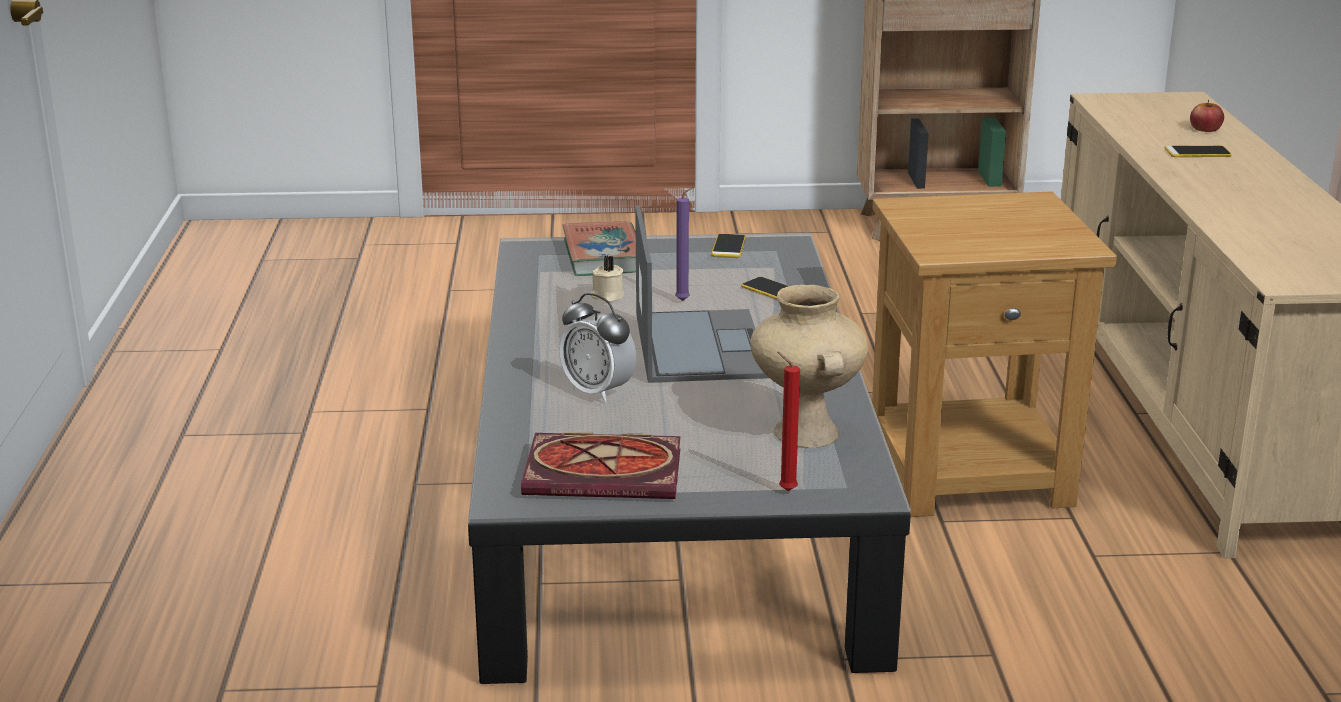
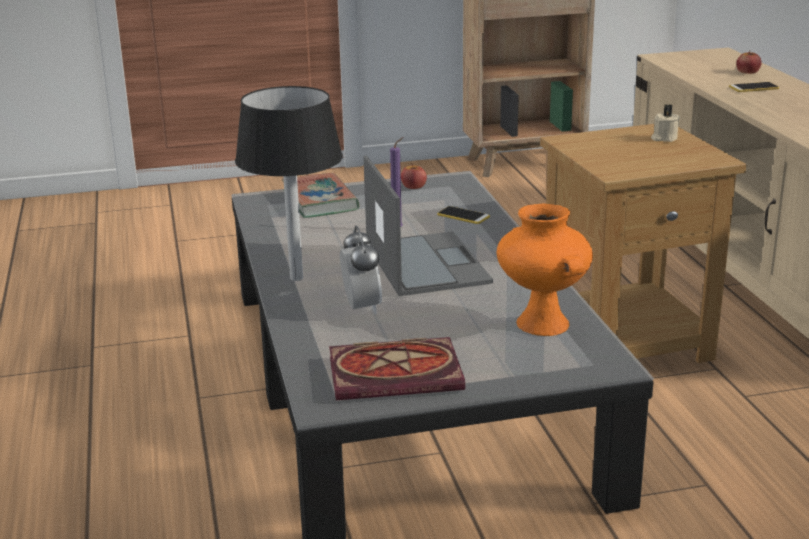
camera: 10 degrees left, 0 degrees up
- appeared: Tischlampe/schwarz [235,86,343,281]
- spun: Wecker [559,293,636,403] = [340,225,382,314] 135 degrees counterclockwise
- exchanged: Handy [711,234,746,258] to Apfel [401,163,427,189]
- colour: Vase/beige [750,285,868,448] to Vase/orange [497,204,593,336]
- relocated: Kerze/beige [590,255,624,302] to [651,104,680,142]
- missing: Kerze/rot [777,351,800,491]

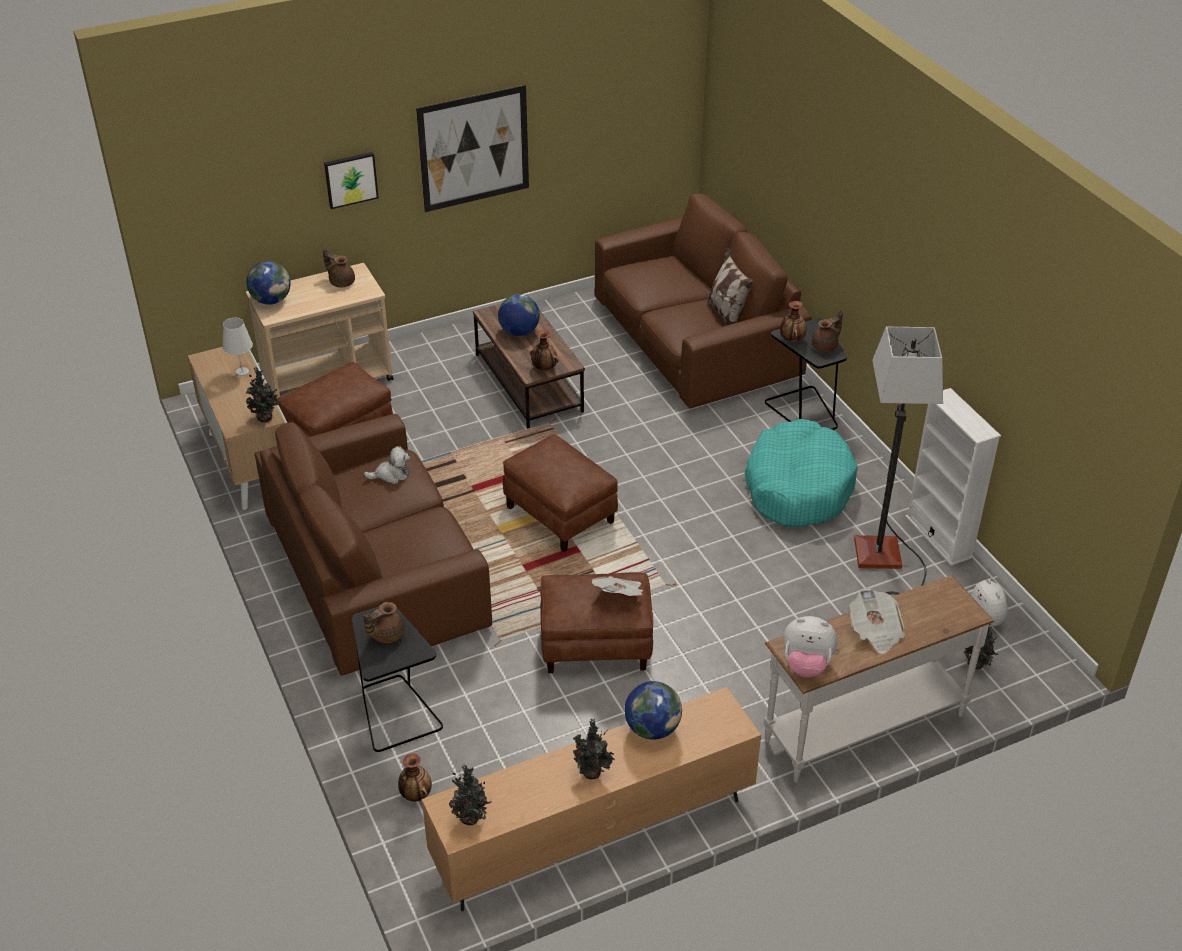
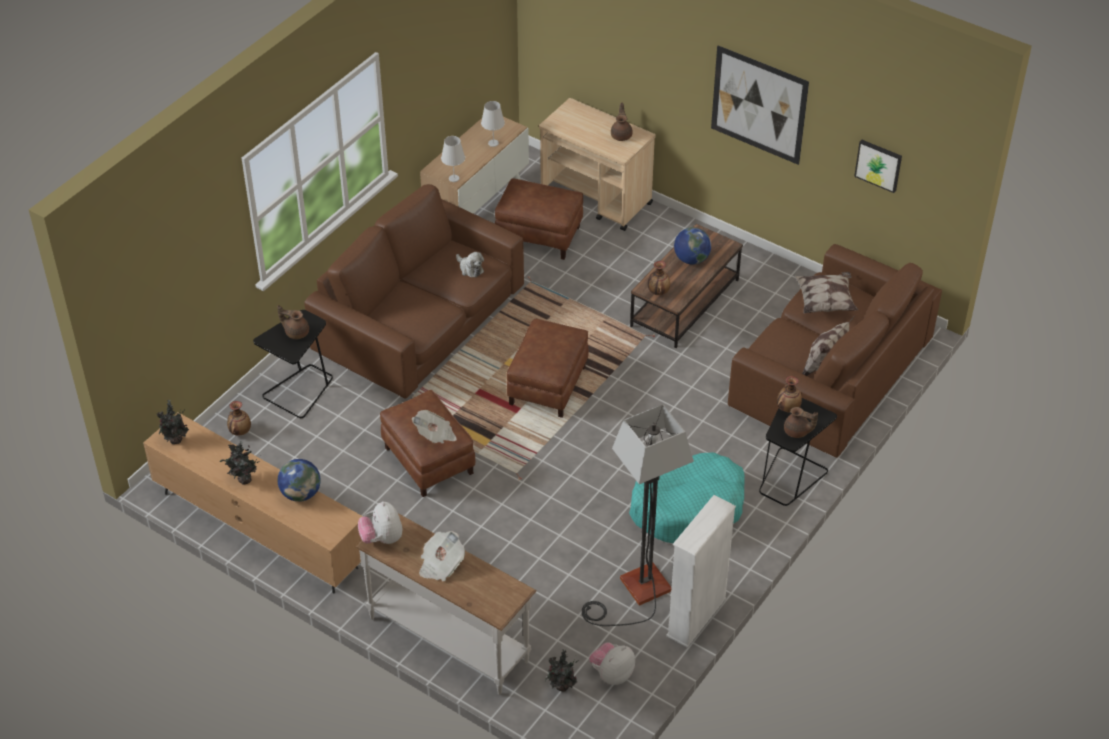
camera: 60 degrees right, 5 degrees up
- exchanged: Topfpflanze [246,367,279,422] to Tischlampe/weiß [441,136,465,182]
- appeared: Kissen [795,272,858,314]
- relocated: Bild [324,152,379,209] to [854,140,902,193]
- missing: Globus [246,261,290,305]

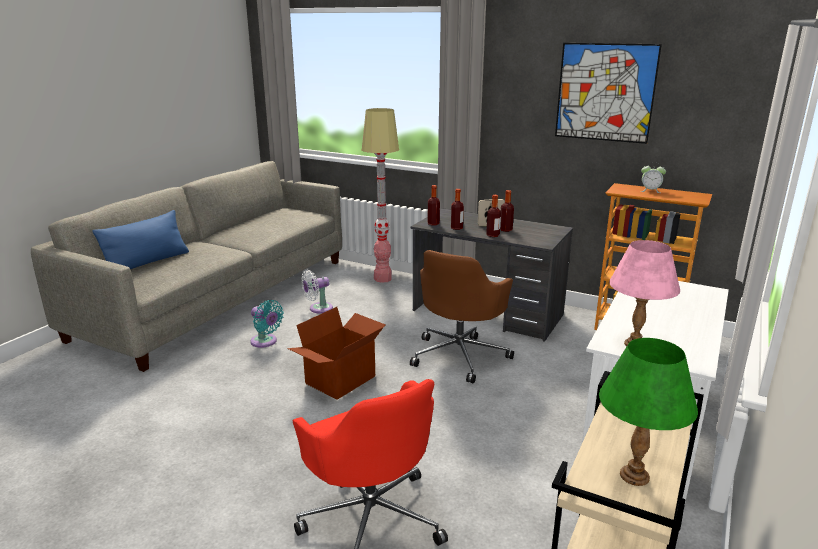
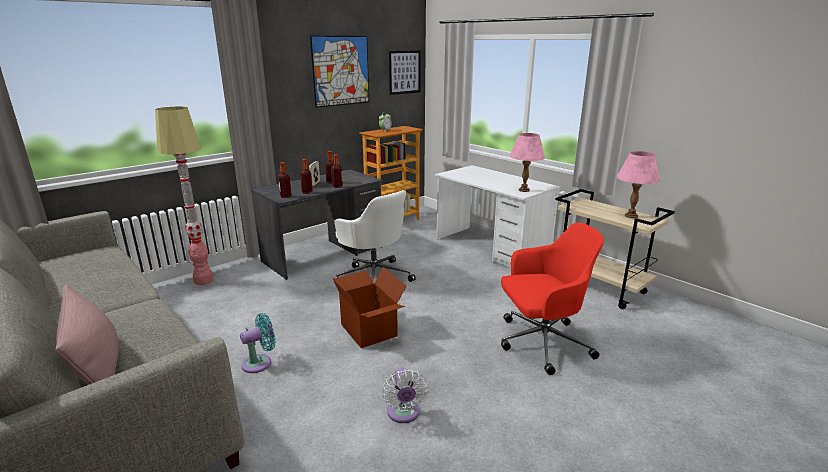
camera: 70 degrees left, 0 degrees up
- colour: Kissen/blau [92,210,189,269] to Kissen/rosa [55,285,118,385]
- colour: Bürostuhl/braun [410,250,514,383] to Bürostuhl/weiß [334,190,416,282]
- relocated: Ventilator/weiß [301,270,333,313] to [382,367,429,423]
- appeared: Bild [389,50,421,95]
- colour: Tischlampe/grün [599,338,698,486] to Tischlampe/rosa [617,151,660,218]

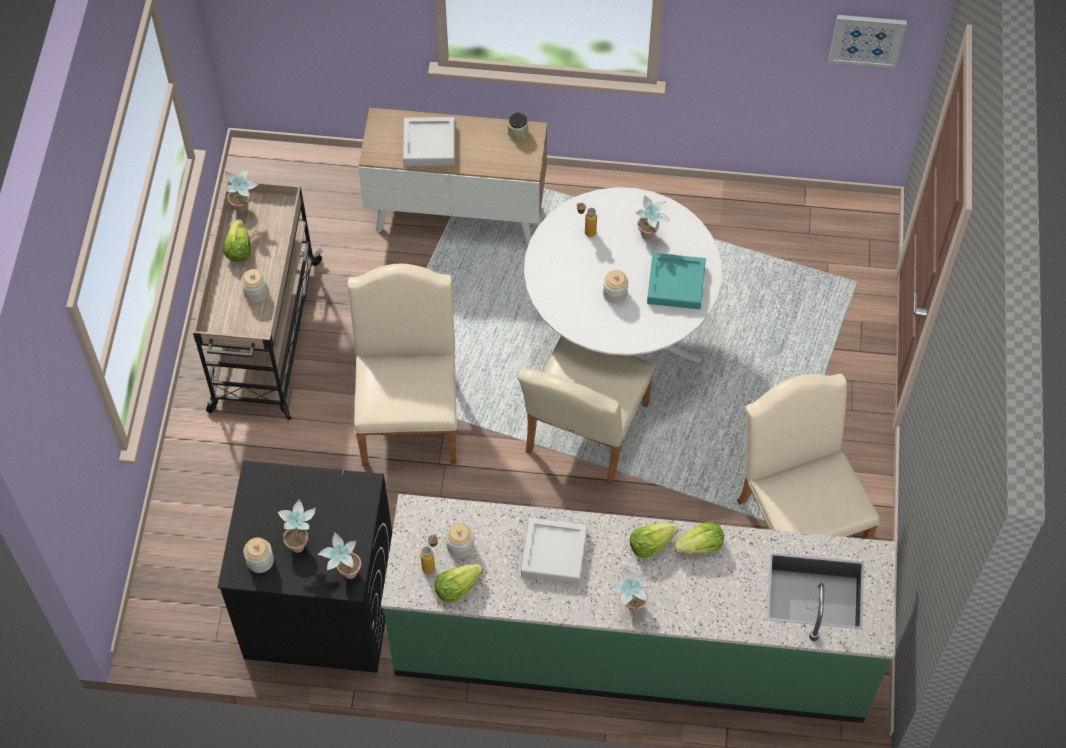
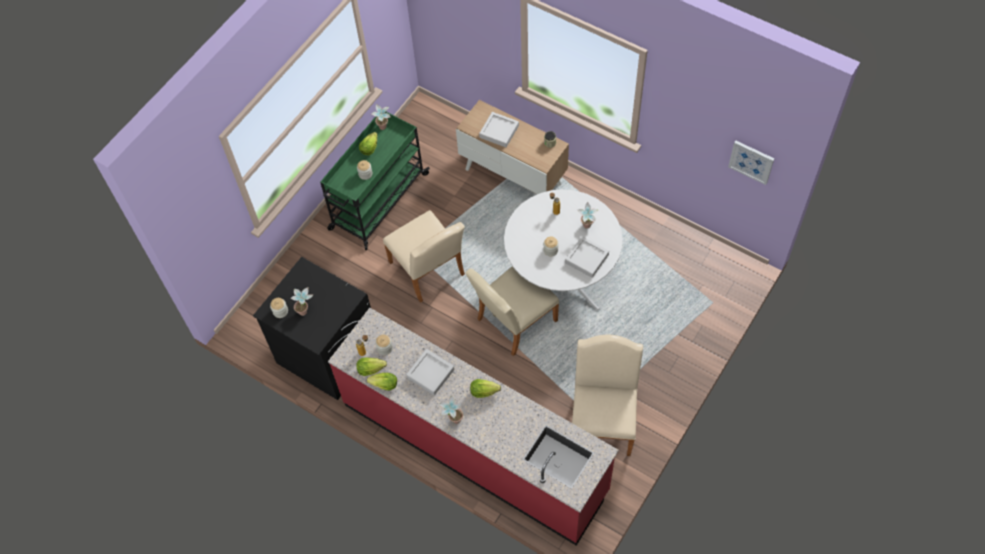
camera: 30 degrees right, 0 degrees up
- colour: Rollwagen/beige [193,180,323,420] to Rollwagen/grün [320,112,430,250]
- colour: Küchenzeile/grün [381,494,896,723] to Küchenzeile/rot [328,308,619,546]
- relocated: Salatkopf [674,522,724,553] to [367,373,397,391]
- spun: Stuhl/beige [348,264,457,466] = [383,210,465,303] 120 degrees clockwise
- colour: Tablett/türkis [647,253,706,309] to Tablett/grau [565,236,609,278]
- missing: Topfpflanze [318,532,361,579]

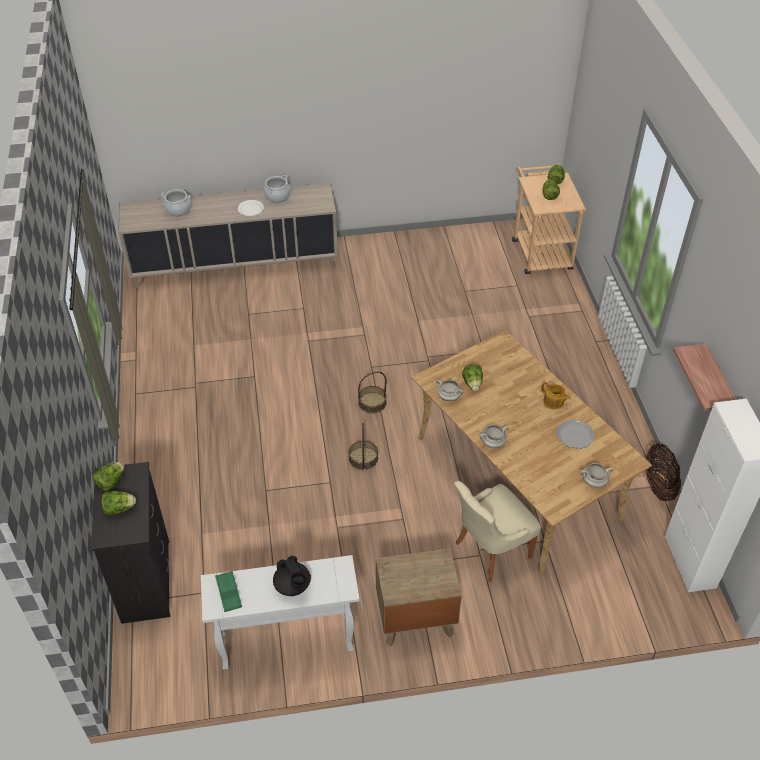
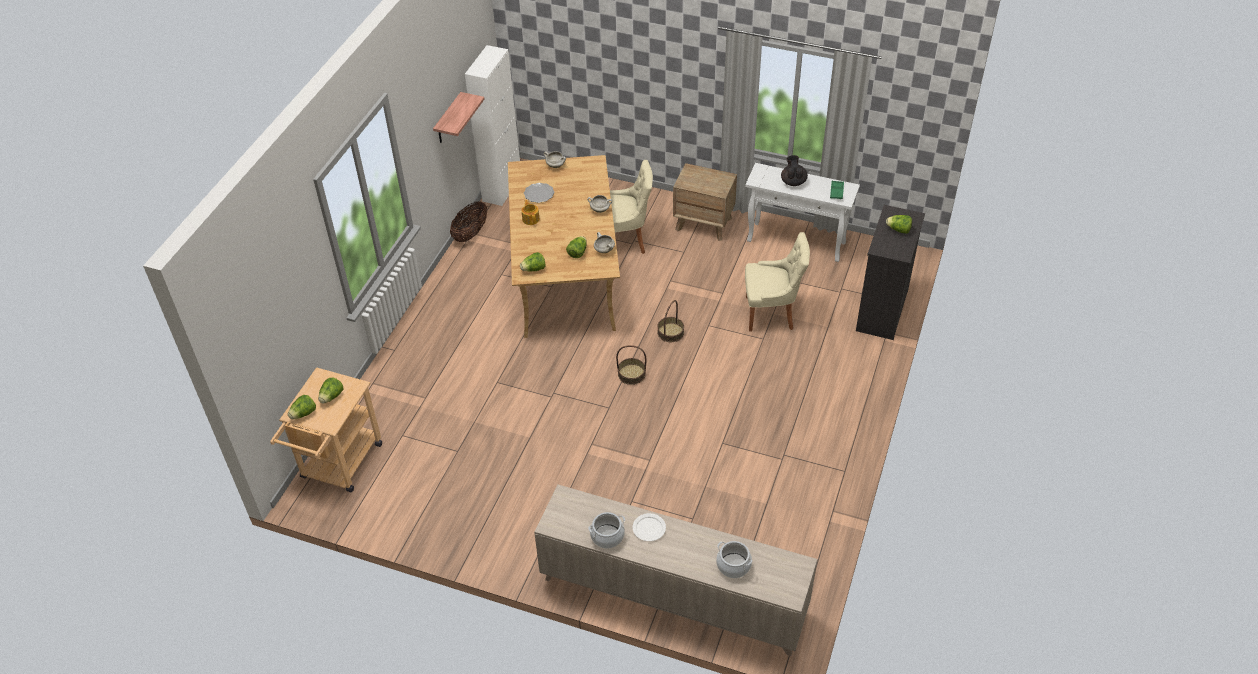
camera: 150 degrees left, 0 degrees up
- relocated: Salatkopf [93,462,125,491] to [520,252,546,272]
- appeared: Stuhl/beige [745,232,810,331]

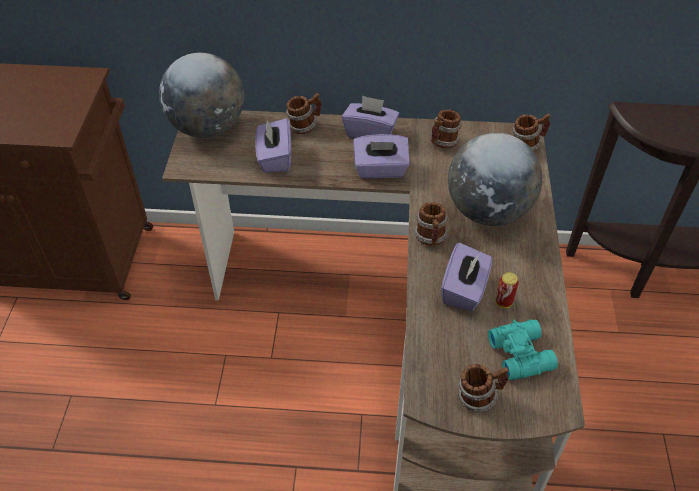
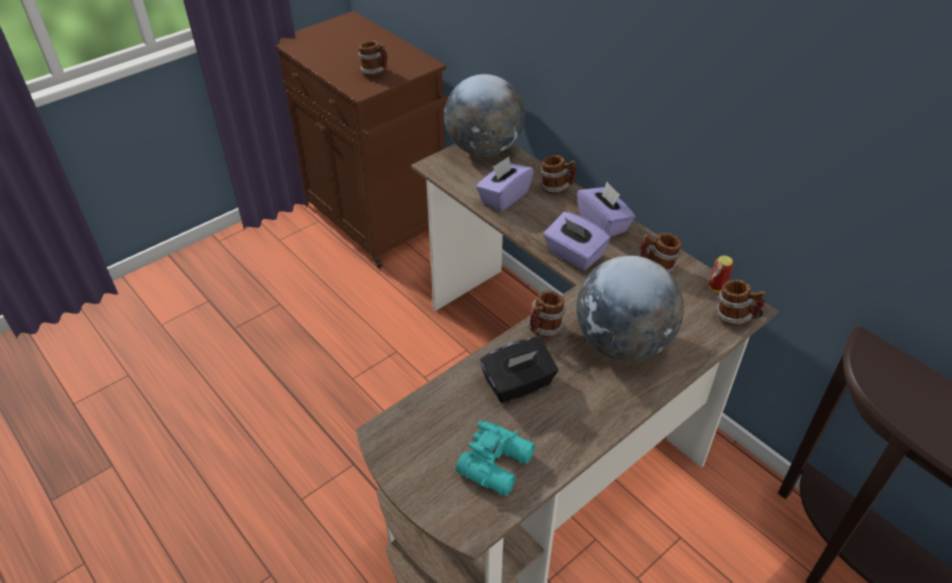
camera: 45 degrees right, 5 degrees down
- relocated: Henkelbecher [457,364,509,413] to [358,41,388,76]
- colour: Taschentuchbox/lila [441,243,492,311] to Taschentuchbox/schwarz [480,337,558,403]
- relocated: Dose [495,272,519,308] to [709,255,734,292]

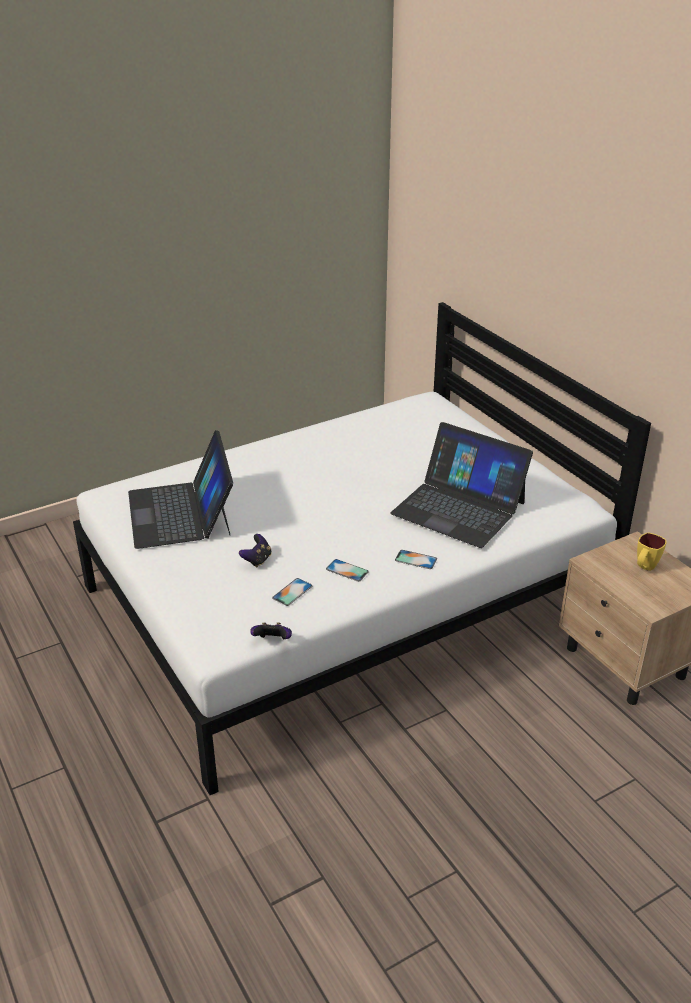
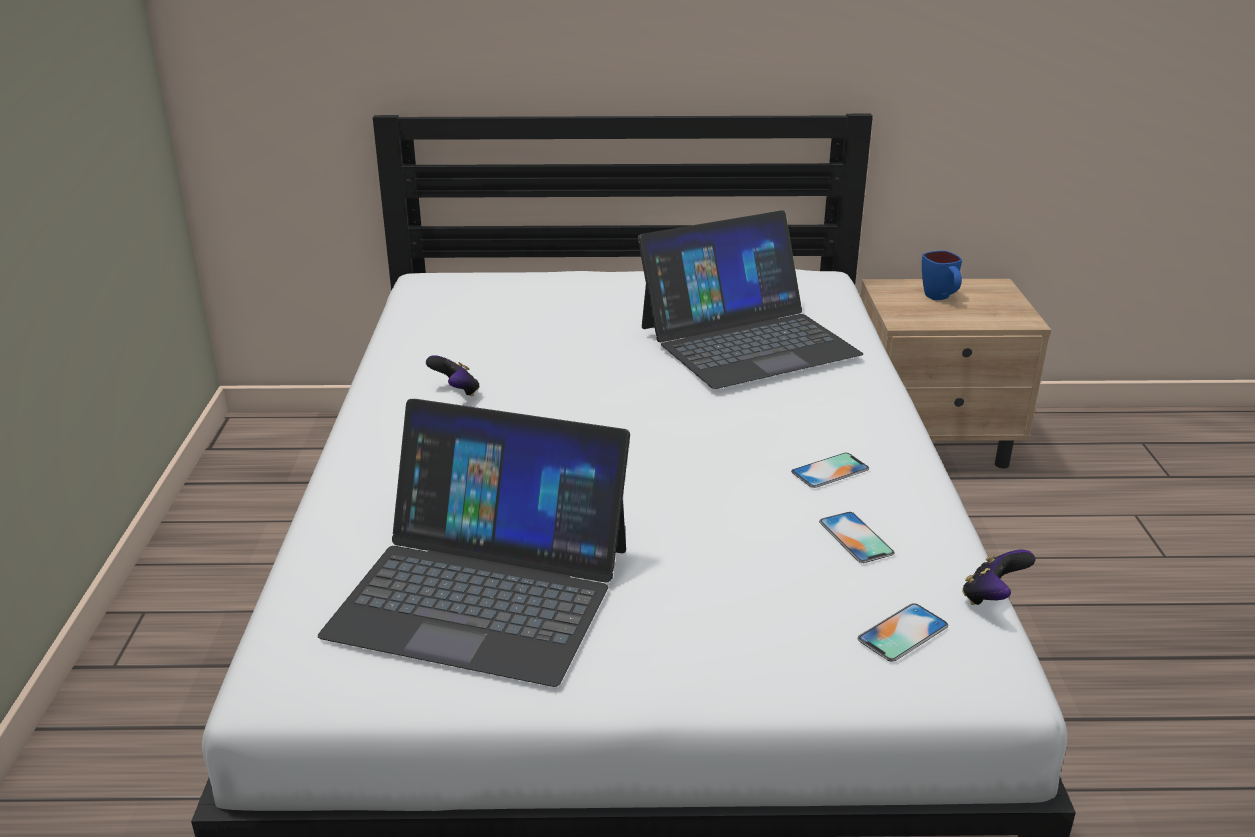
camera: 60 degrees left, 5 degrees down
- relocated: Gamepad [239,534,272,568] to [426,355,480,396]
- relocated: Handy [395,550,437,569] to [857,603,948,662]
- colour: Henkelbecher/gelb [637,533,667,571] to Henkelbecher/blau [922,251,962,300]

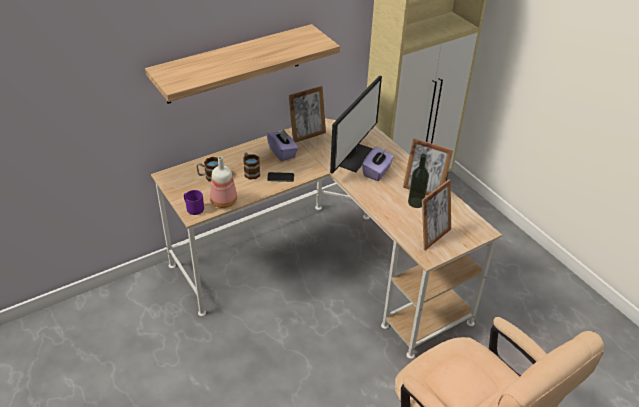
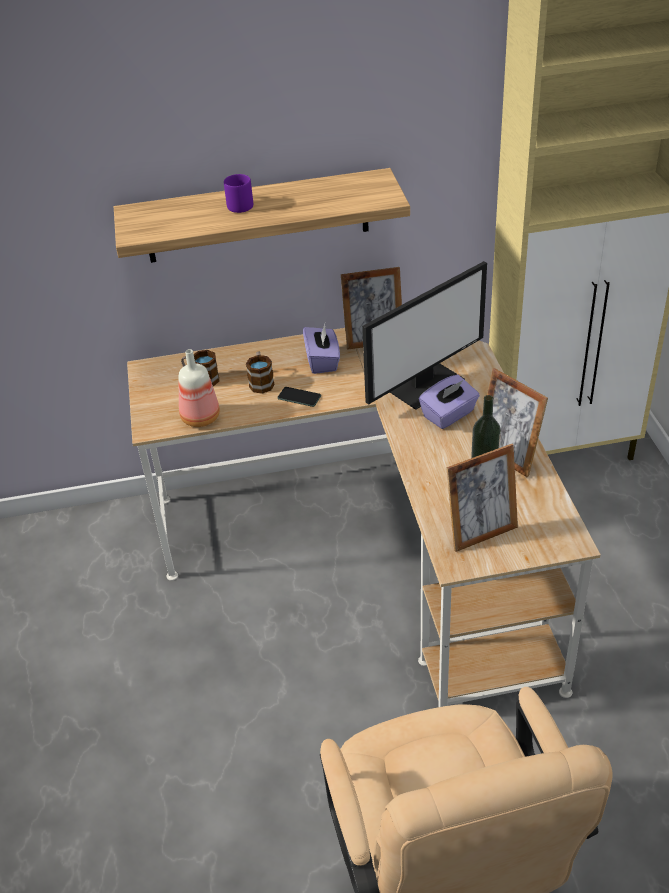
camera: 25 degrees right, 0 degrees up
- relocated: Henkelbecher/lila [184,190,204,215] to [224,174,253,213]

